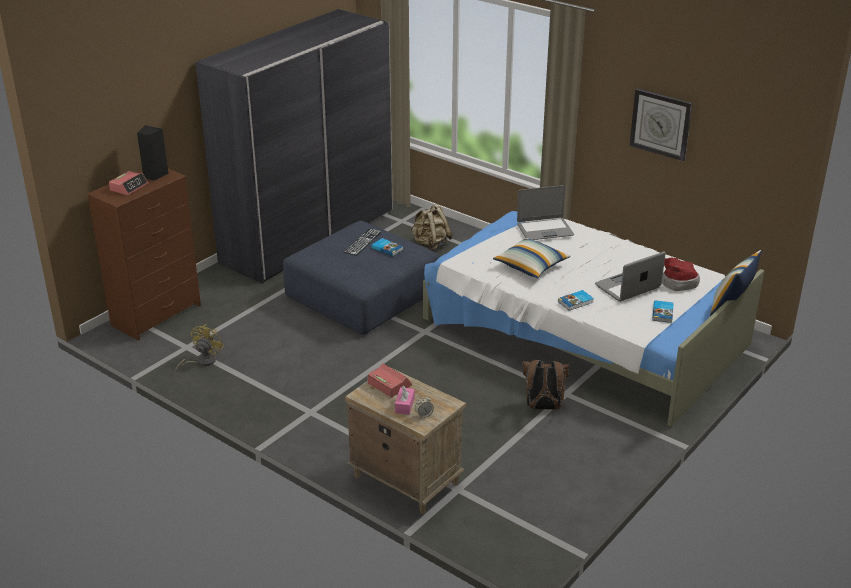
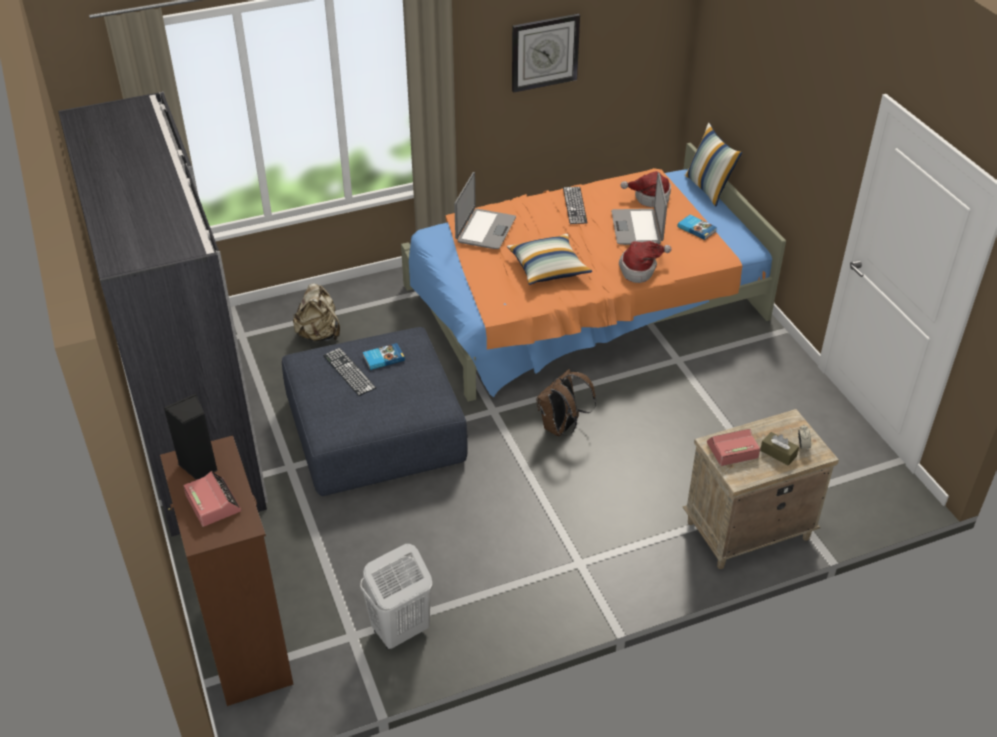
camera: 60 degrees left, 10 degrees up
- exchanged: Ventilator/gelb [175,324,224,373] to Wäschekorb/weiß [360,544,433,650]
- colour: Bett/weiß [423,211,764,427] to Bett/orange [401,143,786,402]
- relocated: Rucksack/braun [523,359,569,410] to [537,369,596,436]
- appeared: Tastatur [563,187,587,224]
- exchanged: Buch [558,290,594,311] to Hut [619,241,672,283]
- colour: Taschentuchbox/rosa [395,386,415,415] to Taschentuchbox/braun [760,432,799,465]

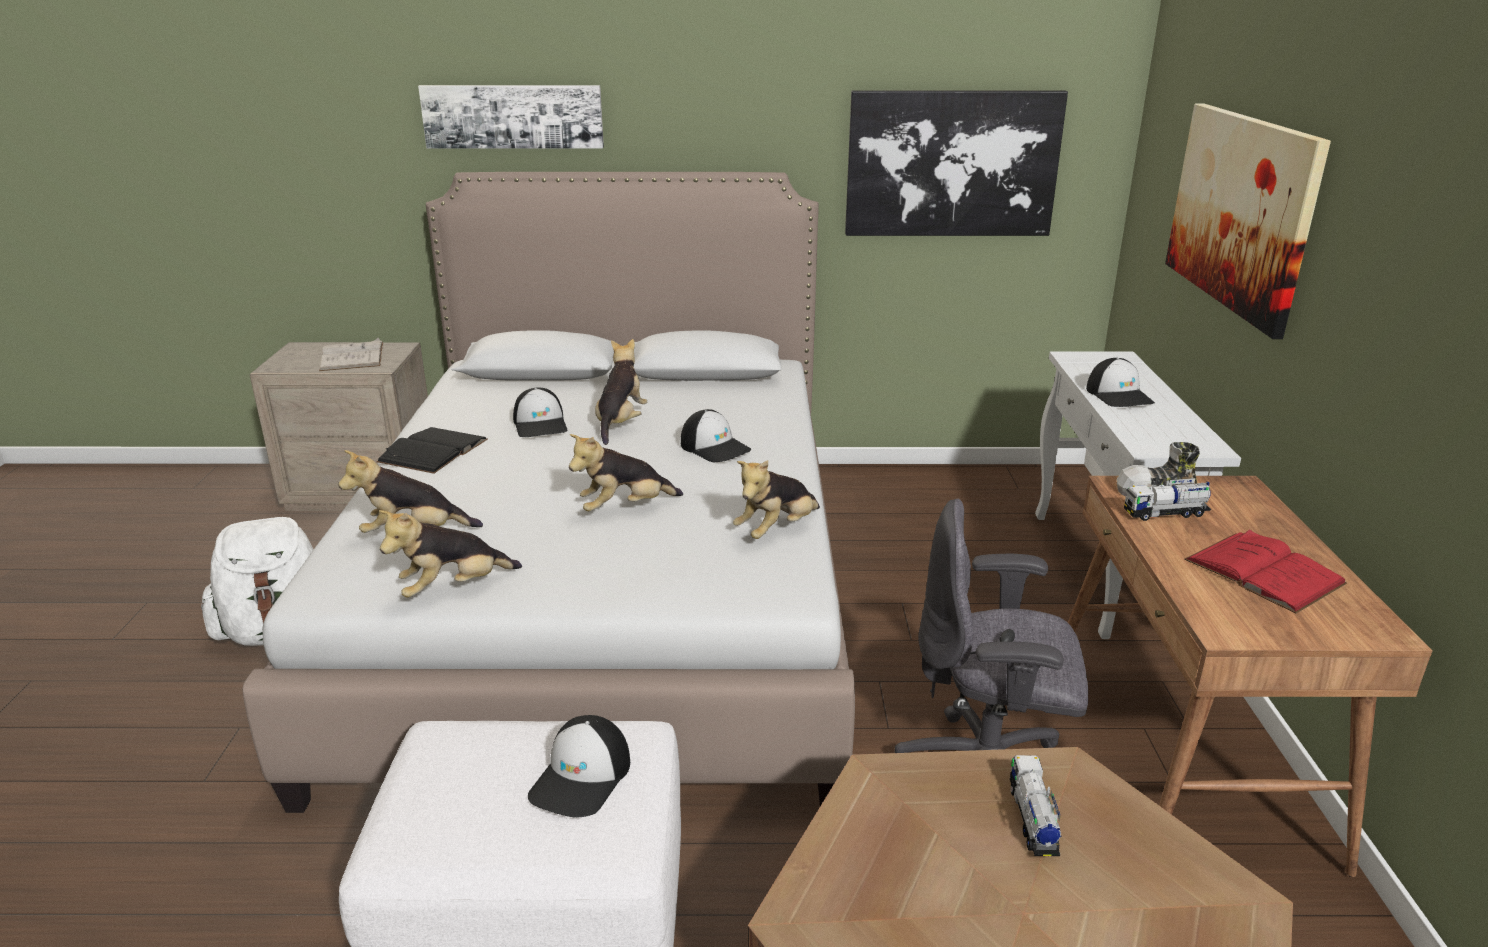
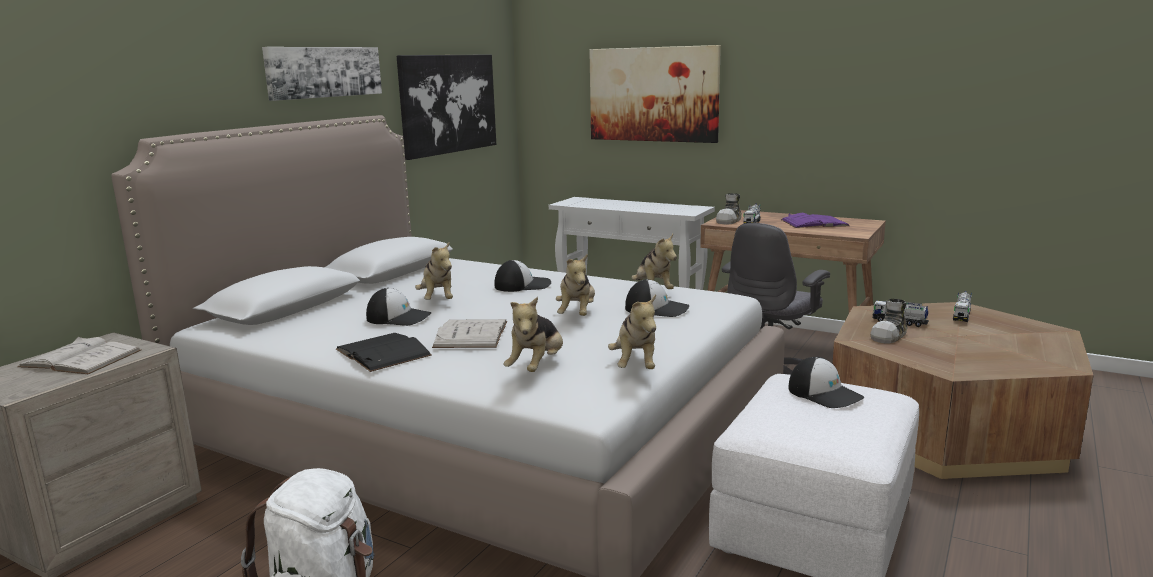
camera: 60 degrees left, 10 degrees down
- relocated: Bild [418,85,604,149] to [262,47,382,101]
- spun: Plüschtier [595,339,647,445] = [415,241,453,300] 150 degrees counterclockwise
- appeared: Buch/weiß [432,319,507,348]
- relocated: Kappe [1086,358,1155,407] to [625,279,689,317]
- colour: Buch/rot [1184,529,1347,614] to Buch/lila [781,213,849,228]
- appeared: Schuh [870,299,908,343]
- appeared: Spielzeuglaster [953,291,972,322]

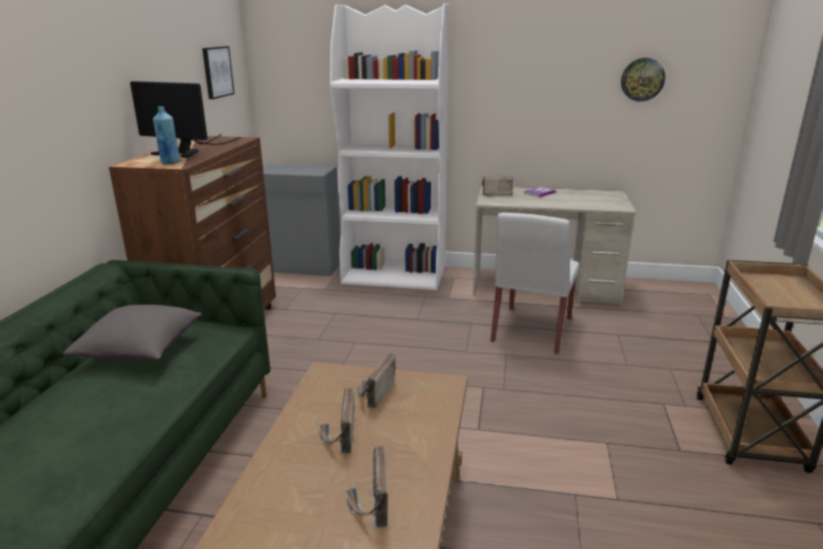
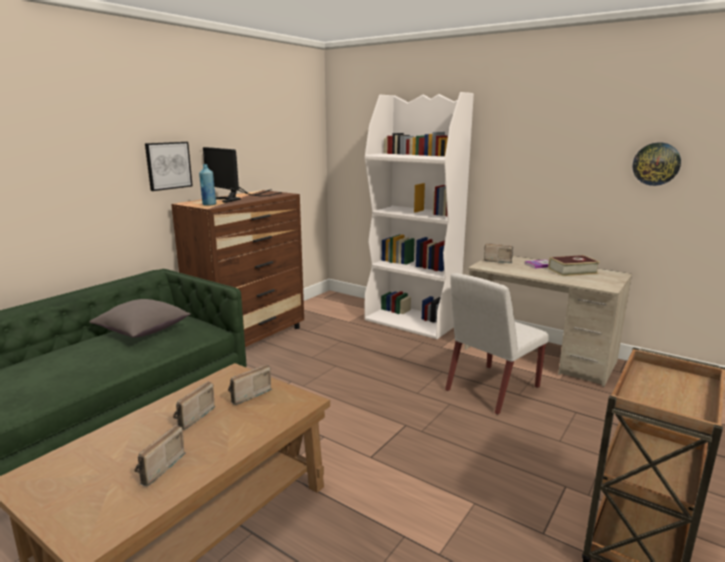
camera: 25 degrees right, 5 degrees down
- relocated: Bild [202,46,235,99] to [145,142,193,191]
- appeared: Buch [548,255,600,276]
- missing: Schrank/grau [263,164,341,276]

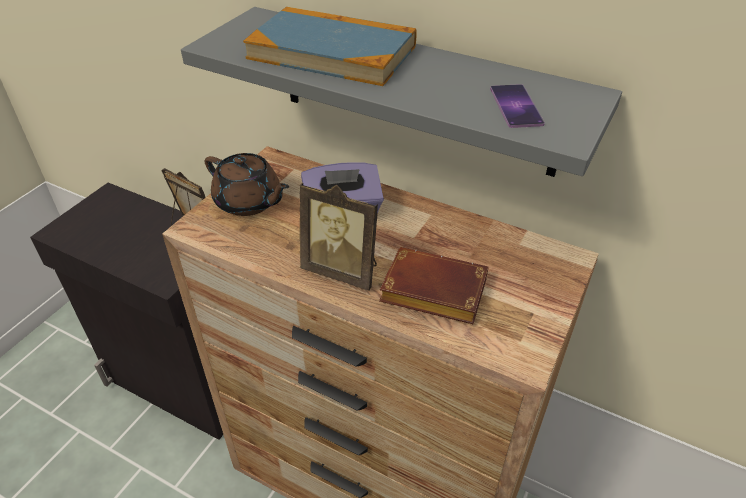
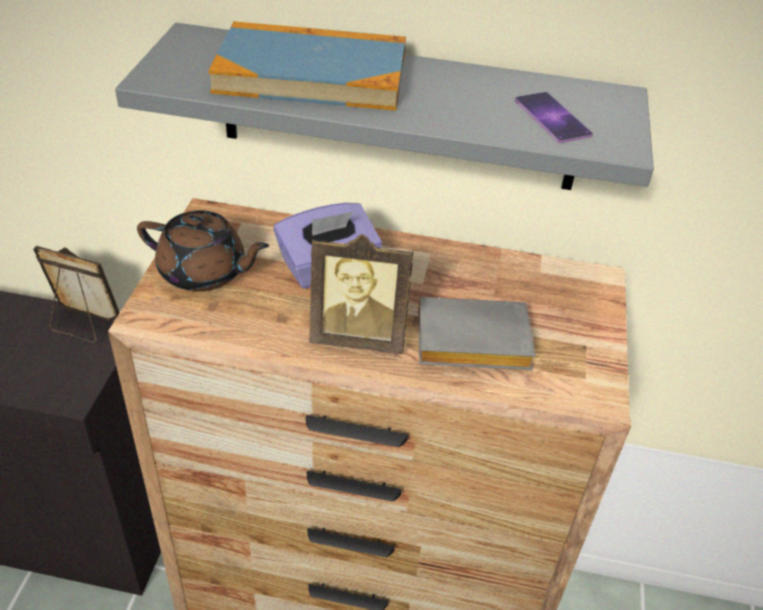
camera: 20 degrees left, 0 degrees up
- colour: Buch/braun [379,247,489,324] to Buch/grau [418,297,536,370]

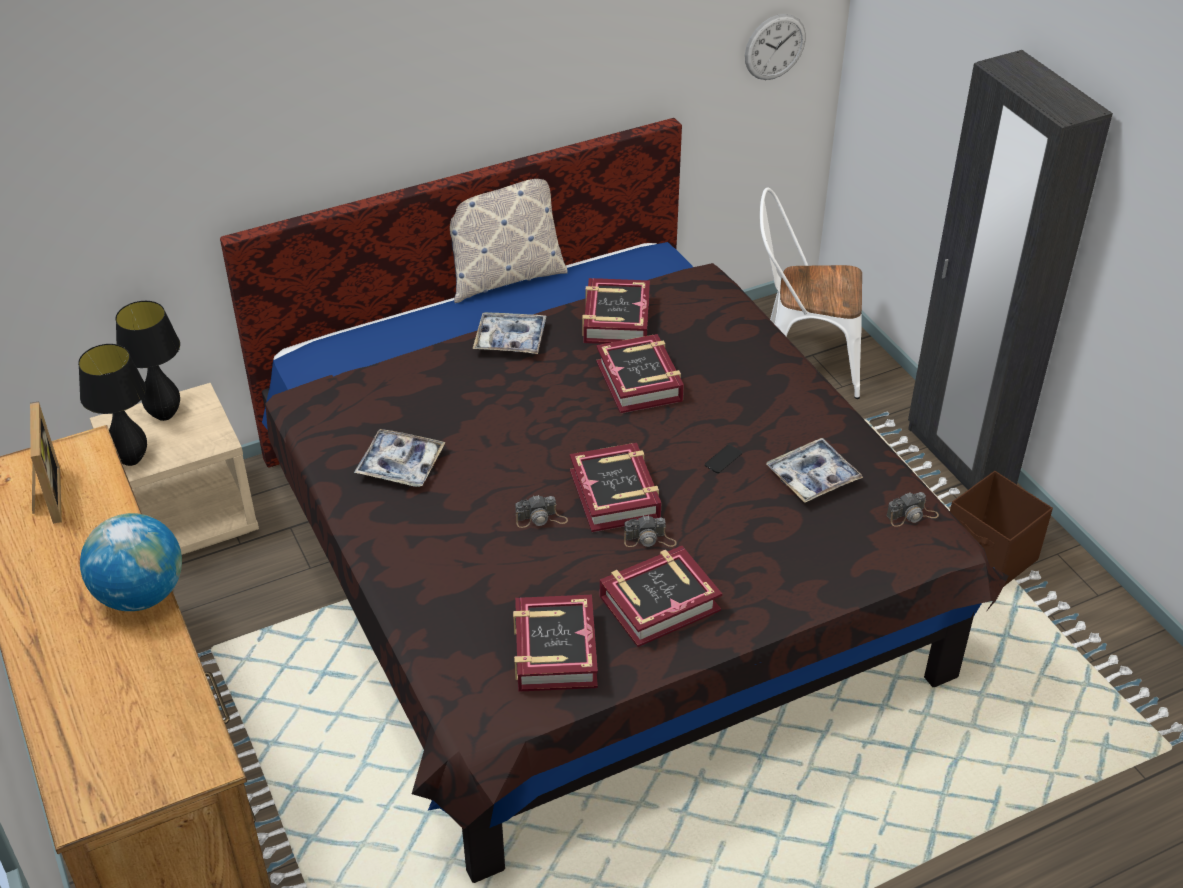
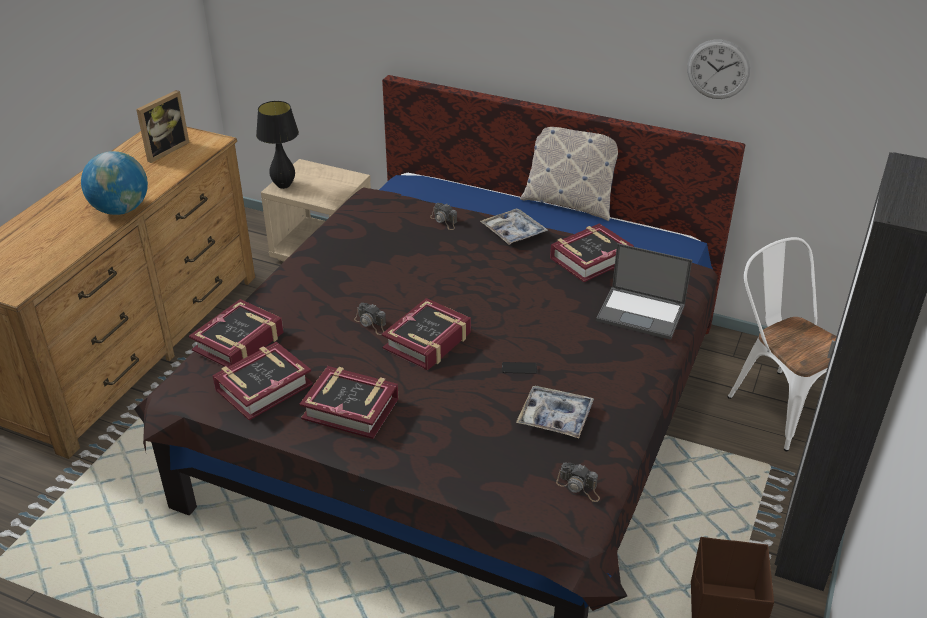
camera: 50 degrees right, 5 degrees down
- relocated: Buch [596,334,684,414] to [189,299,284,367]
- relocated: Kamera [624,515,676,547] to [430,203,457,230]
- appeared: Laptop [596,243,692,340]
- relocated: Wanduhr [745,14,806,80] to [687,39,750,99]
- missing: Tischlampe/schwarz [116,301,180,421]
- missing: Tablett [354,429,446,487]

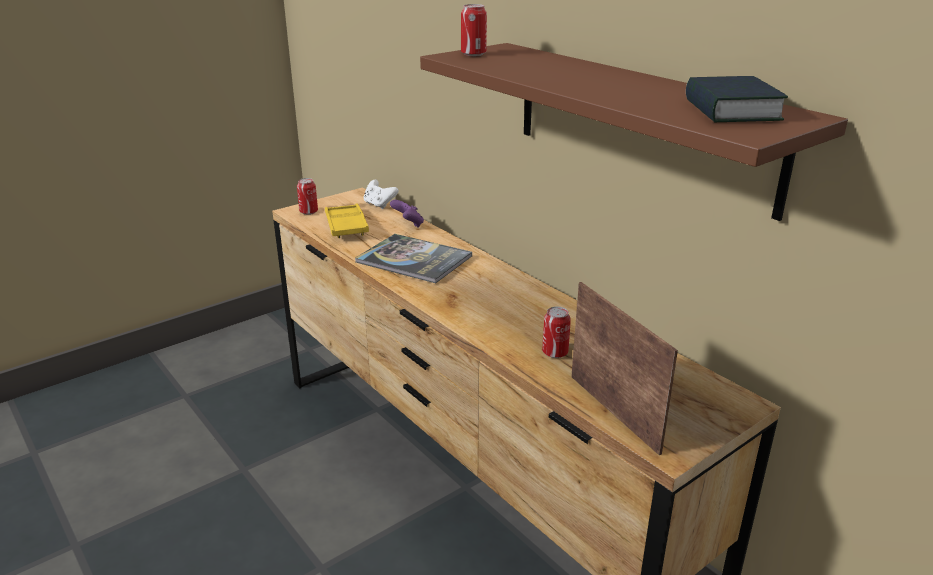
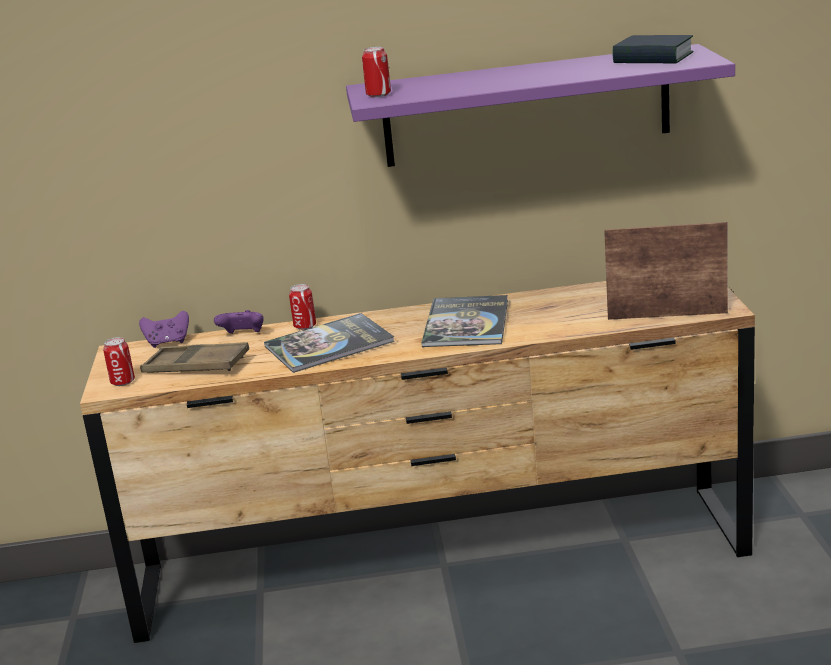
camera: 55 degrees left, 5 degrees down
- colour: Gamepad/weiß [364,180,399,209] to Gamepad/lila [139,311,189,348]
- colour: Tablett/gelb [325,204,369,238] to Tablett/braun [140,342,249,373]
- relocated: Dose [542,307,571,358] to [289,284,316,330]
- colour: Wandregal/braun [420,43,848,221] to Wandregal/lila [346,44,735,167]
- appeared: Buch [421,295,508,347]

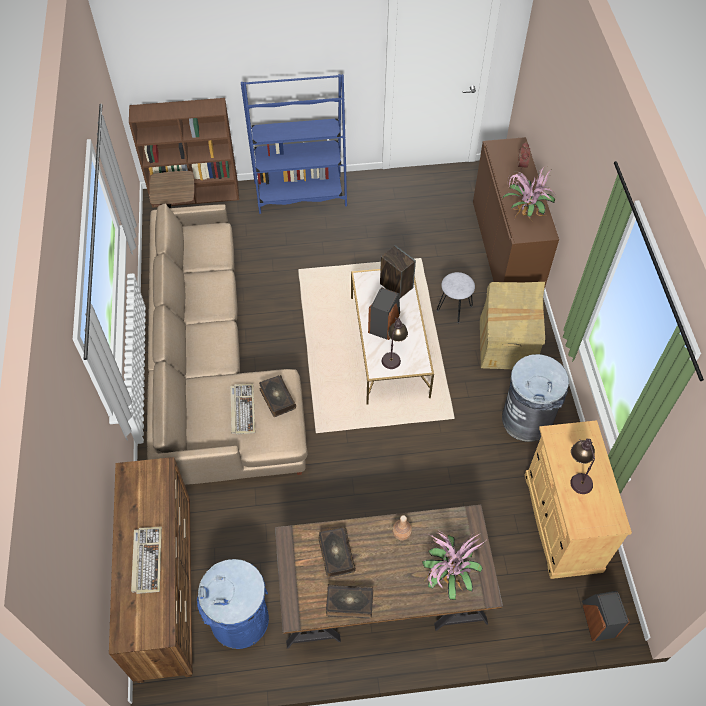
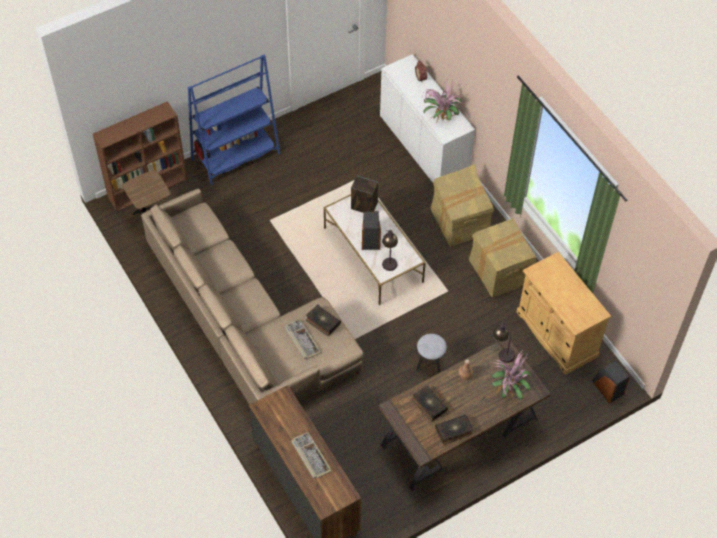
camera: 25 degrees left, 0 degrees up
- colour: Schrank/braun [473,137,559,289] to Schrank/weiß [380,54,475,183]
- relocated: Hocker/grau [437,272,475,323] to [416,334,447,373]
- exchanged: Mülleimer/grau [502,354,569,442] to Karton [469,218,537,298]
- relocated: Tischlampe [570,438,595,494] to [492,323,515,363]
- missing: Mülleimer/blau [197,559,269,649]

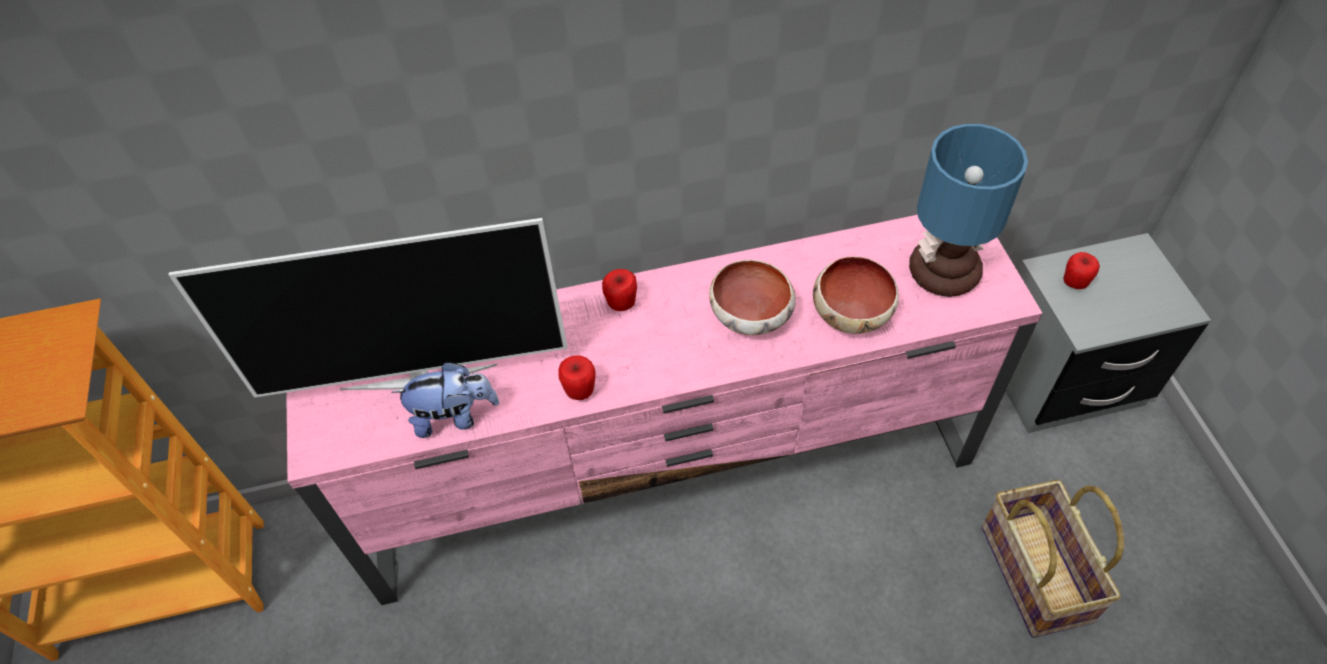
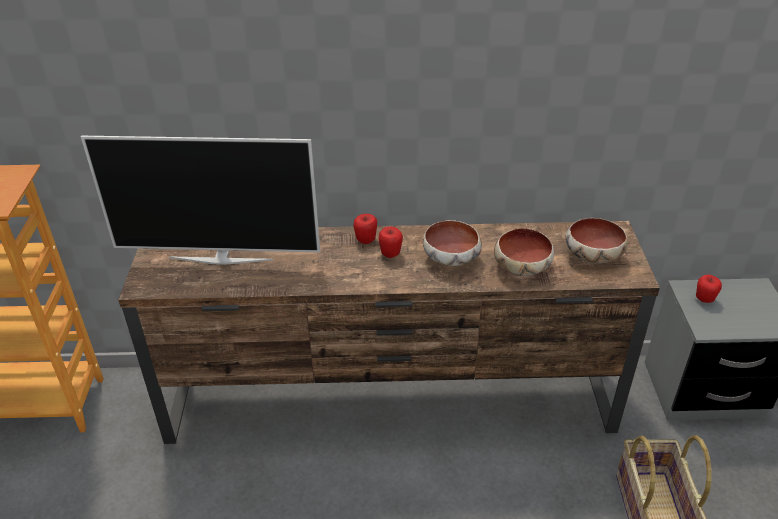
camera: 10 degrees right, 15 degrees down
- colour: Fernsehschrank/rosa [286,215,1043,605] to Fernsehschrank/braun [118,221,660,444]
- relocated: Apfel [558,355,595,400] to [379,227,403,258]
- exchanged: Tischlampe [909,124,1028,297] to Schüssel [566,218,628,263]
- missing: Plüschtier [391,362,499,438]

